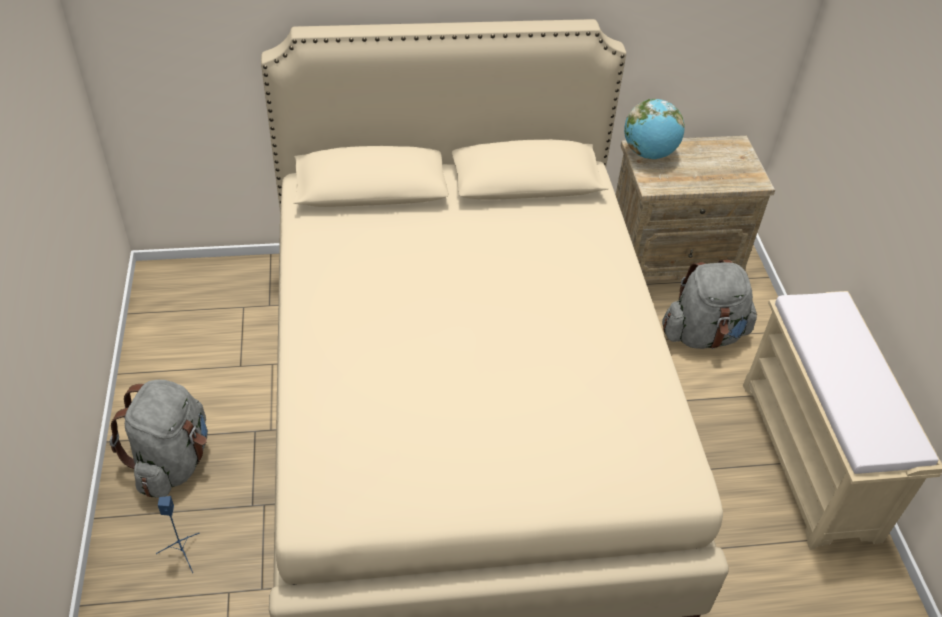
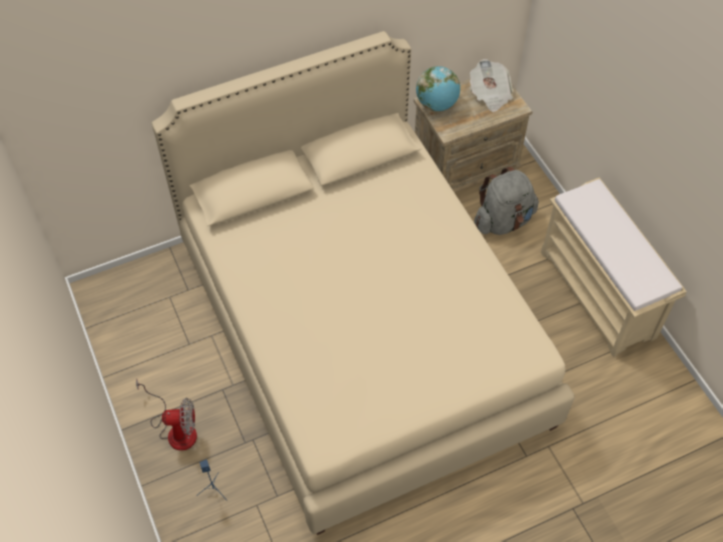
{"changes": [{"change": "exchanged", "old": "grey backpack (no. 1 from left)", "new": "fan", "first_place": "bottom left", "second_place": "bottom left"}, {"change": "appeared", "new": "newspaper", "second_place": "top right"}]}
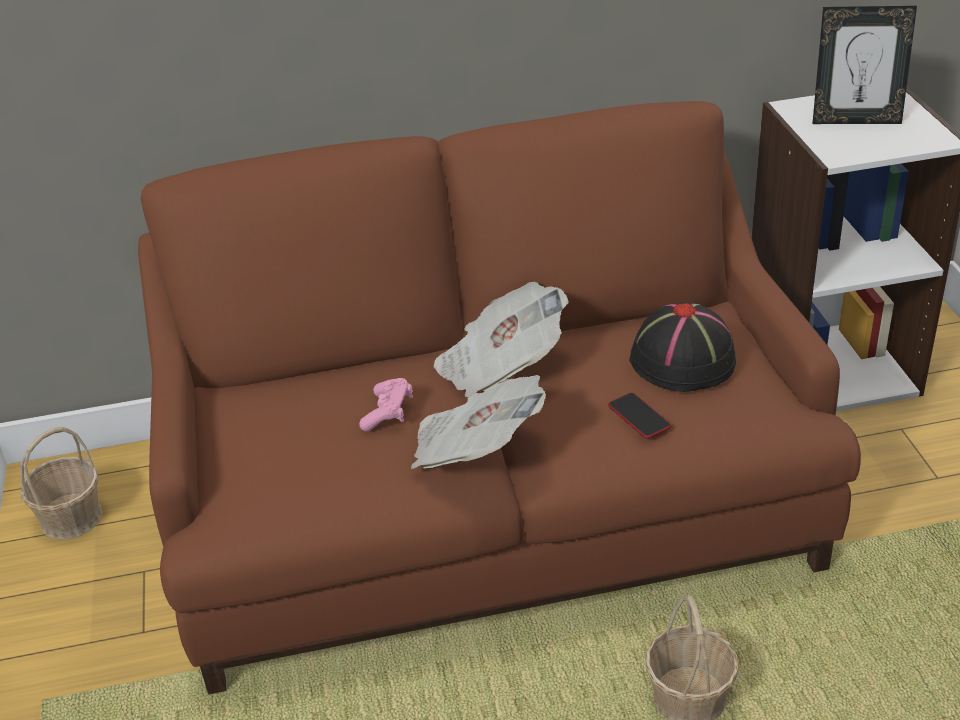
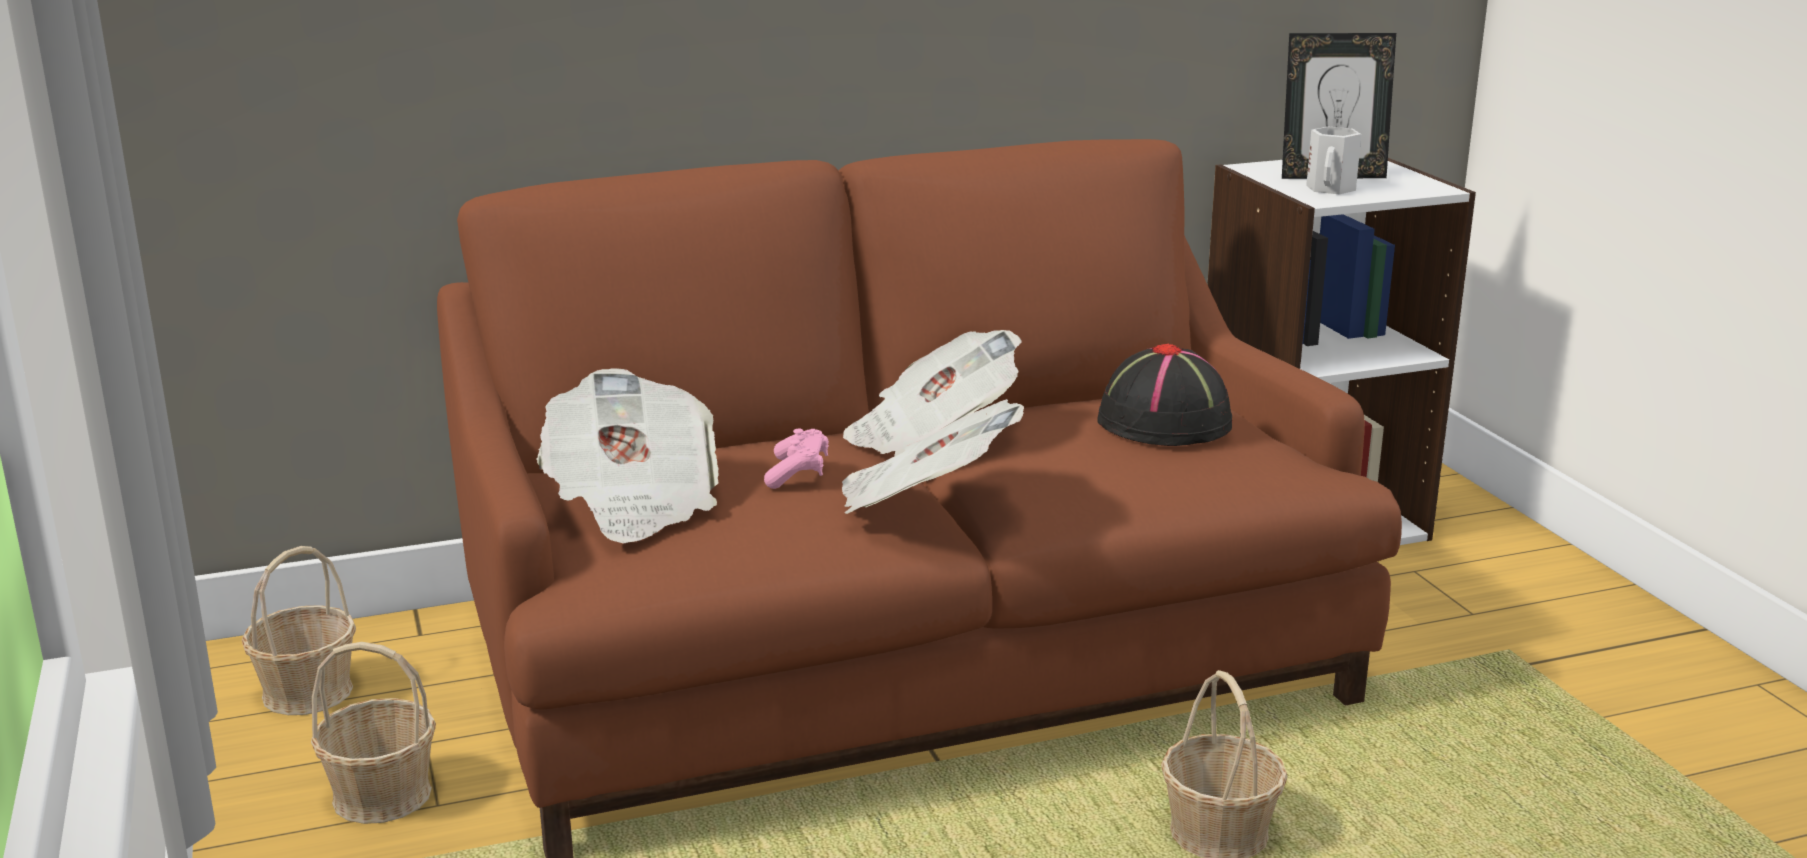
{"changes": [{"change": "missing", "old": "phone", "first_place": "centre"}, {"change": "appeared", "new": "basket (no. 2 from left)", "second_place": "bottom left"}, {"change": "appeared", "new": "newspaper (no. 1 from left)", "second_place": "centre"}, {"change": "appeared", "new": "white mug", "second_place": "top right"}]}
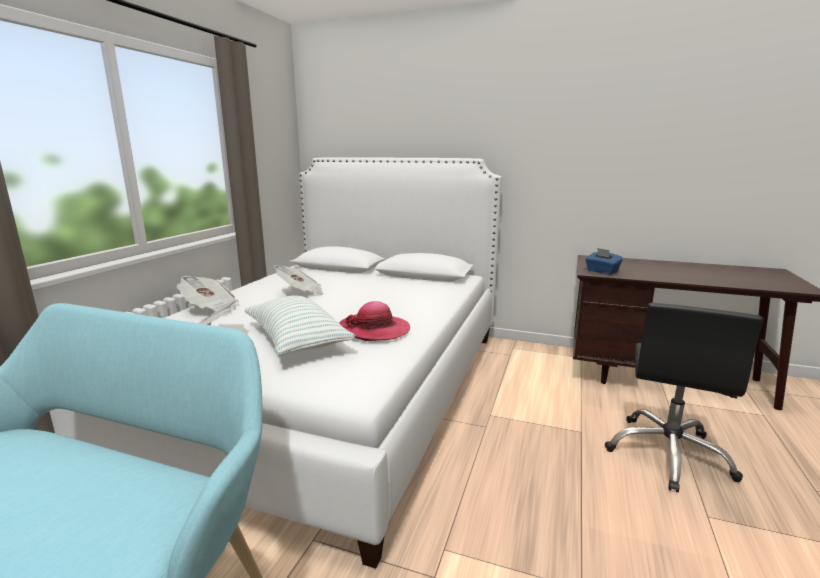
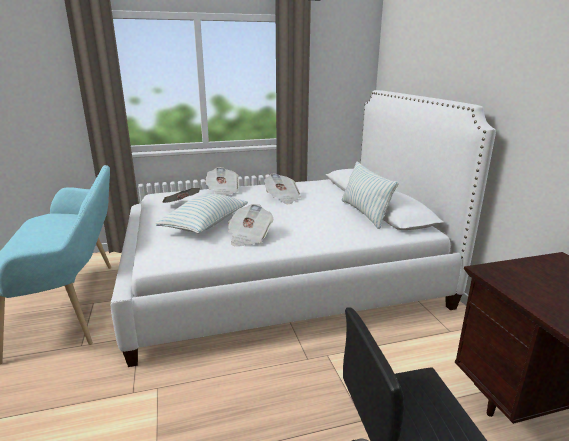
{"changes": [{"change": "exchanged", "old": "hat", "new": "newspaper (no. 3 from left)", "first_place": "centre", "second_place": "centre"}, {"change": "missing", "old": "blue tissue box", "first_place": "middle right"}, {"change": "appeared", "new": "pillow (no. 2 from left)", "second_place": "centre"}]}
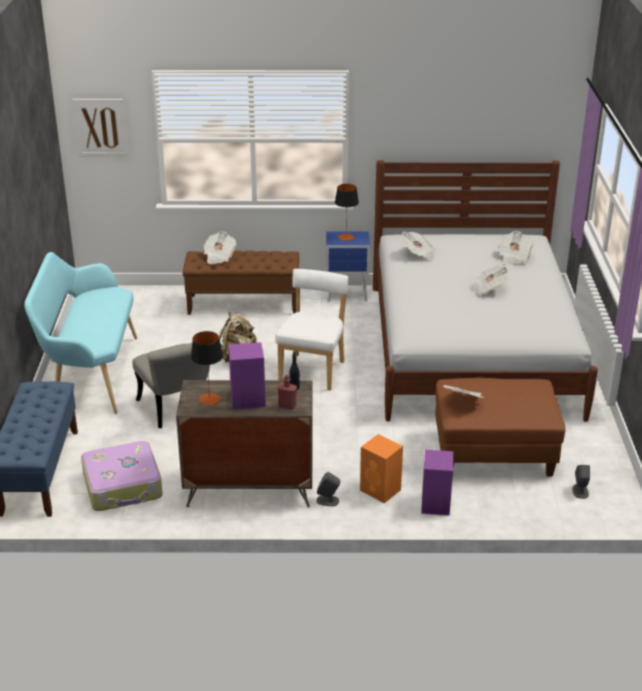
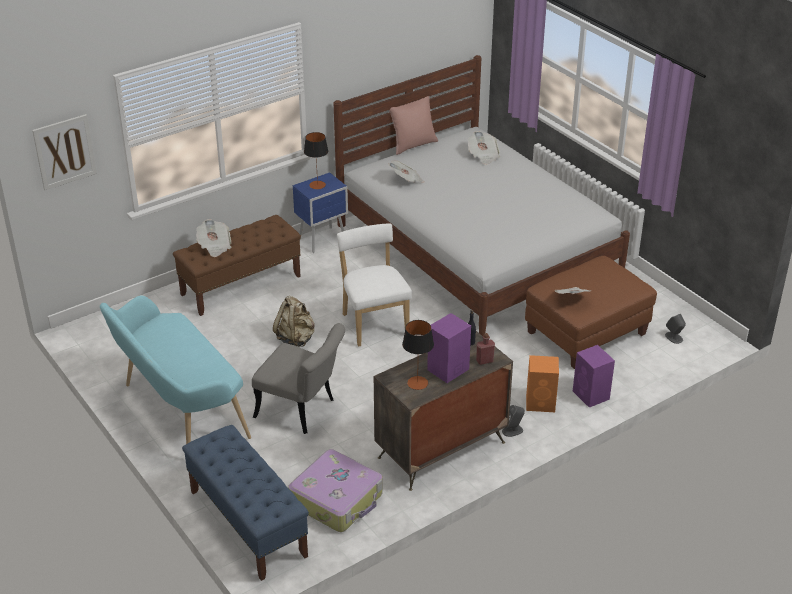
{"changes": [{"change": "missing", "old": "newspaper (no. 4 from left)", "first_place": "middle right"}, {"change": "appeared", "new": "pink pillow", "second_place": "top centre"}]}
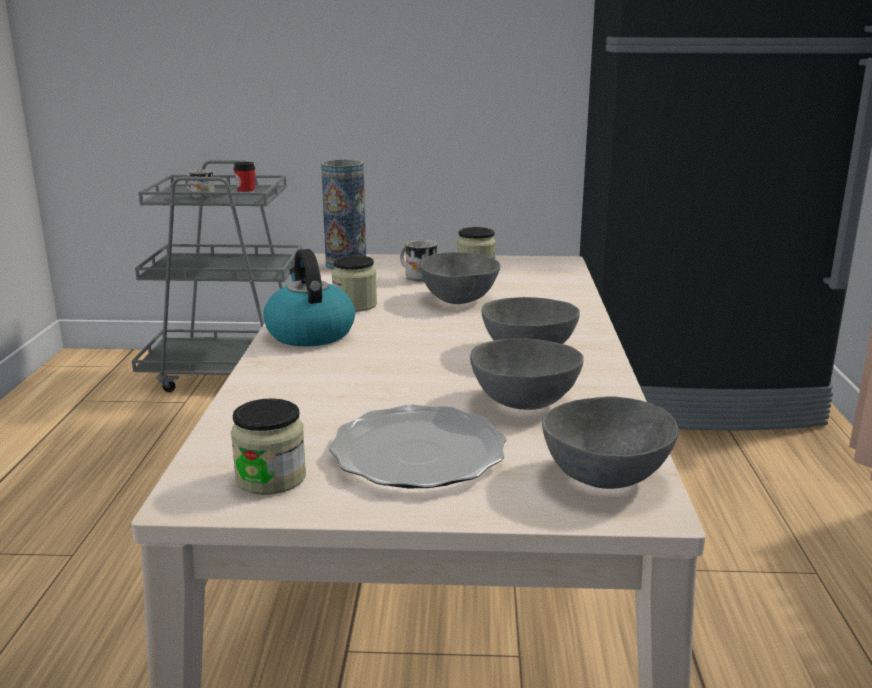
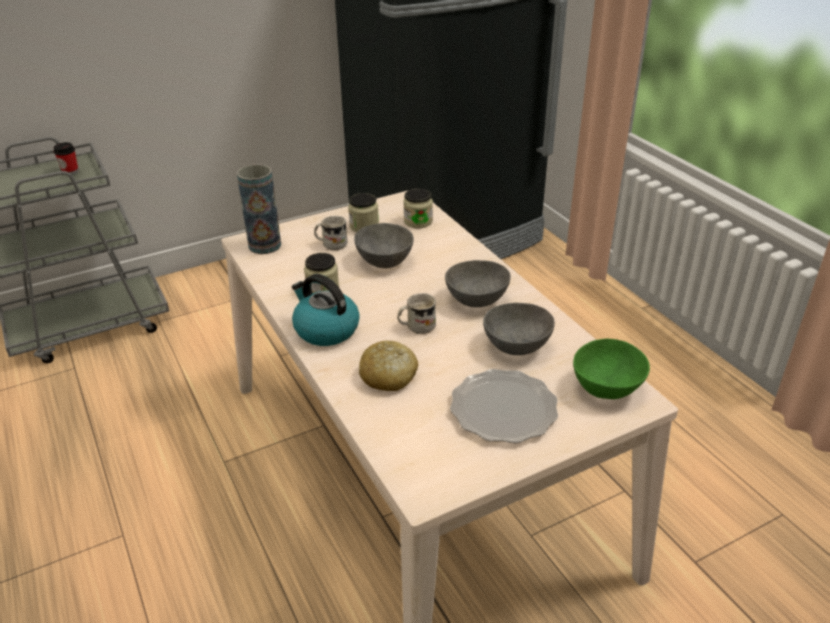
{"changes": [{"change": "relocated", "old": "white mug (no. 1 from left in the first image)", "new": "white mug (no. 2 from left)", "first_place": "top left", "second_place": "centre"}, {"change": "relocated", "old": "jar (no. 1 from left in the first image)", "new": "jar (no. 3 from left)", "first_place": "middle left", "second_place": "centre"}, {"change": "colour", "old": "grey bowl (no. 4 from left)", "new": "green bowl", "first_place": "middle right", "second_place": "middle right"}, {"change": "appeared", "new": "bread", "second_place": "centre"}]}
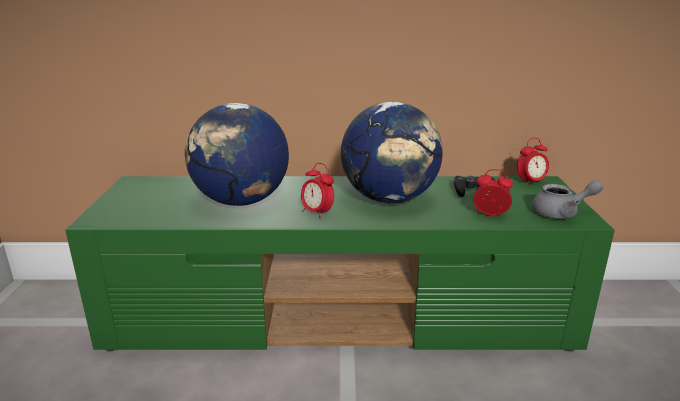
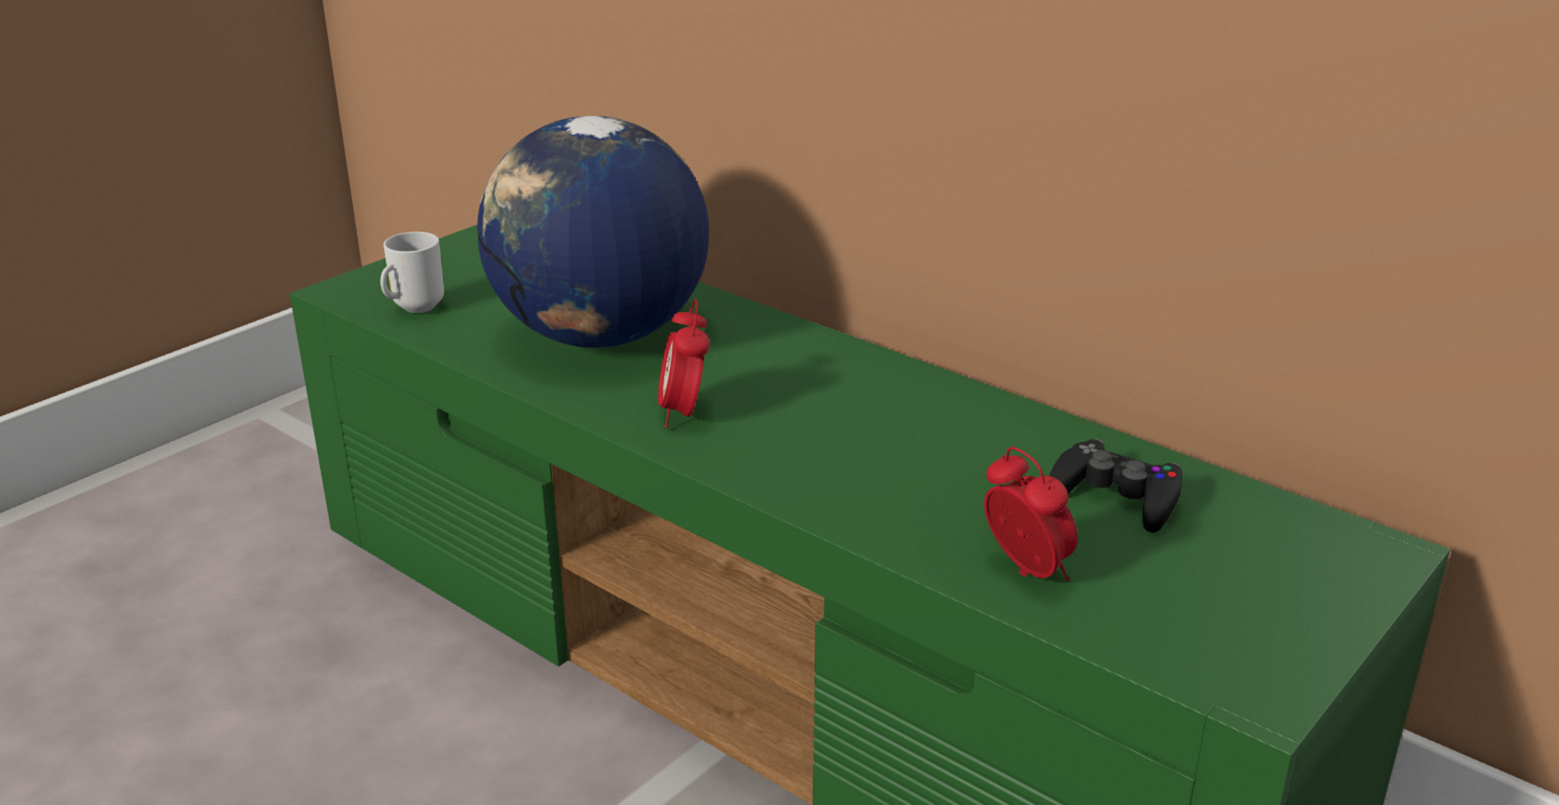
{"changes": [{"change": "missing", "old": "globe (no. 2 from left)", "first_place": "centre"}, {"change": "missing", "old": "alarm clock (no. 3 from left)", "first_place": "middle right"}, {"change": "missing", "old": "grey teapot", "first_place": "middle right"}, {"change": "appeared", "new": "mug", "second_place": "middle left"}]}
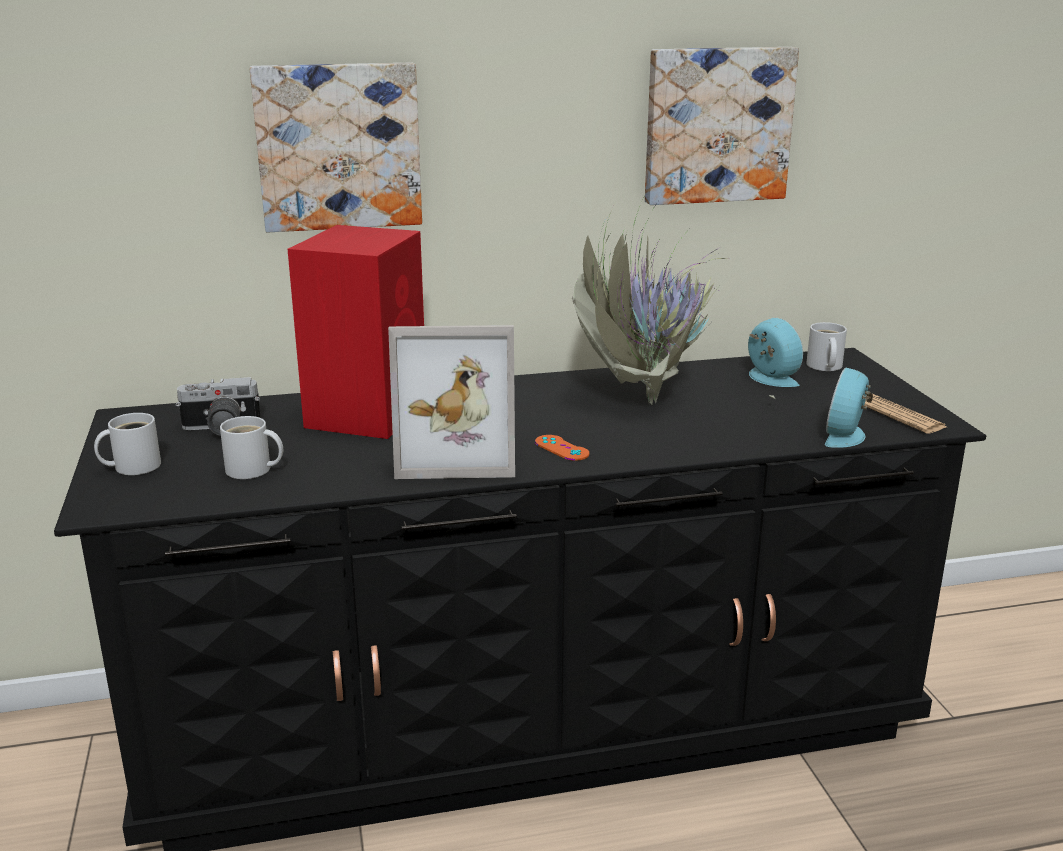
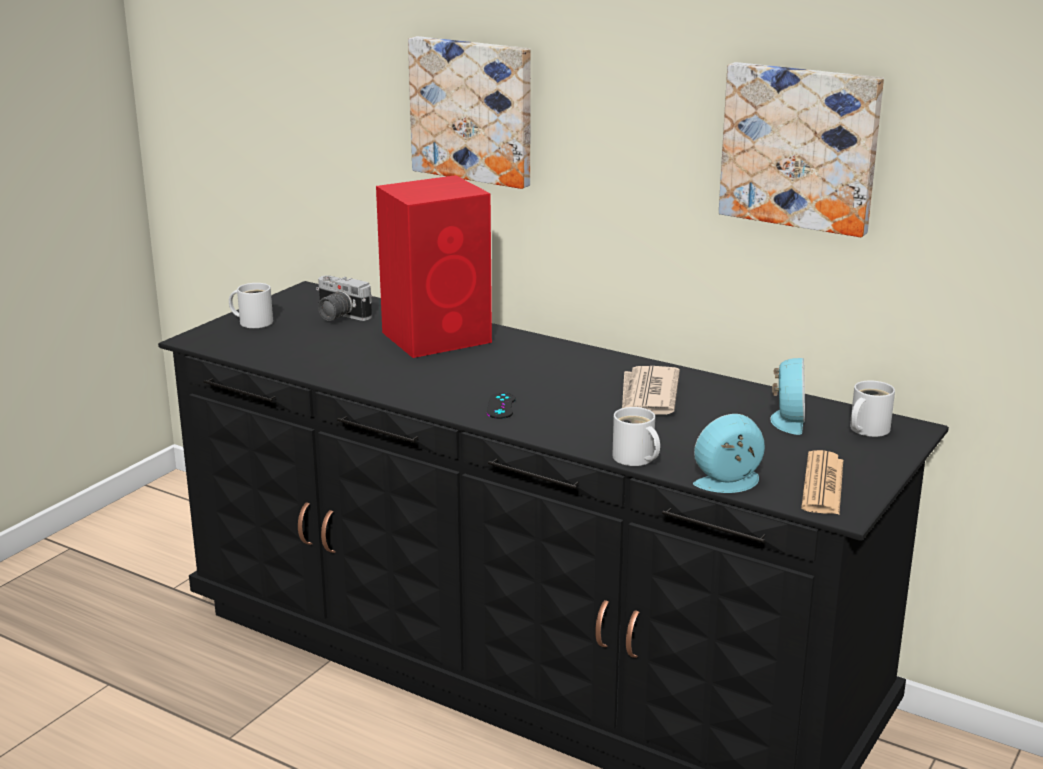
{"changes": [{"change": "relocated", "old": "white mug (no. 2 from left)", "first_place": "middle left", "second_place": "centre"}, {"change": "missing", "old": "picture frame", "first_place": "centre"}, {"change": "colour", "old": "orange game controller", "new": "black game controller", "first_place": "centre", "second_place": "centre"}, {"change": "exchanged", "old": "potted plant", "new": "newspaper (no. 1 from left)", "first_place": "centre", "second_place": "centre"}]}
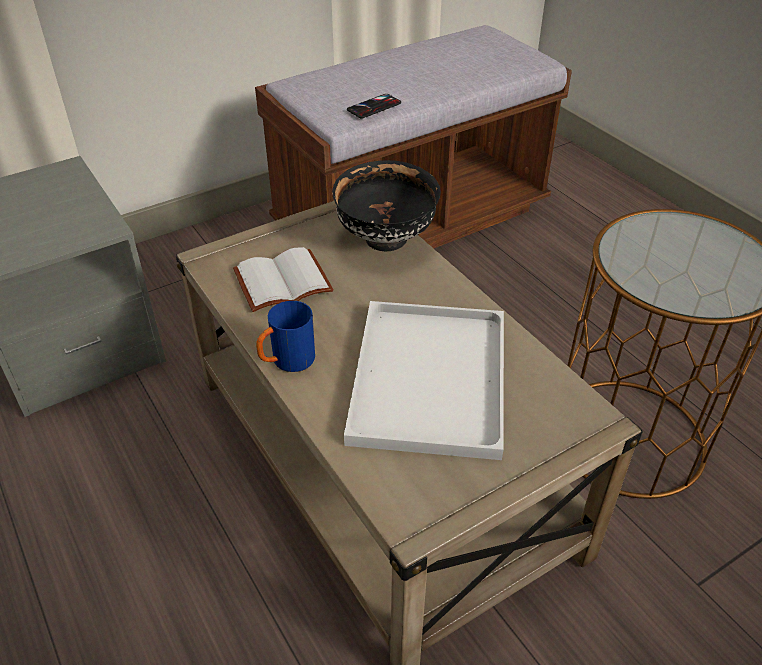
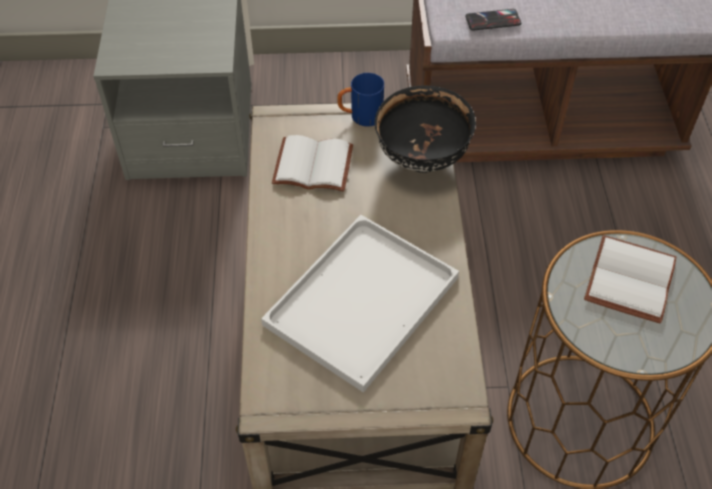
{"changes": [{"change": "relocated", "old": "blue mug", "first_place": "centre", "second_place": "top centre"}, {"change": "appeared", "new": "white book (no. 2 from left)", "second_place": "middle right"}]}
